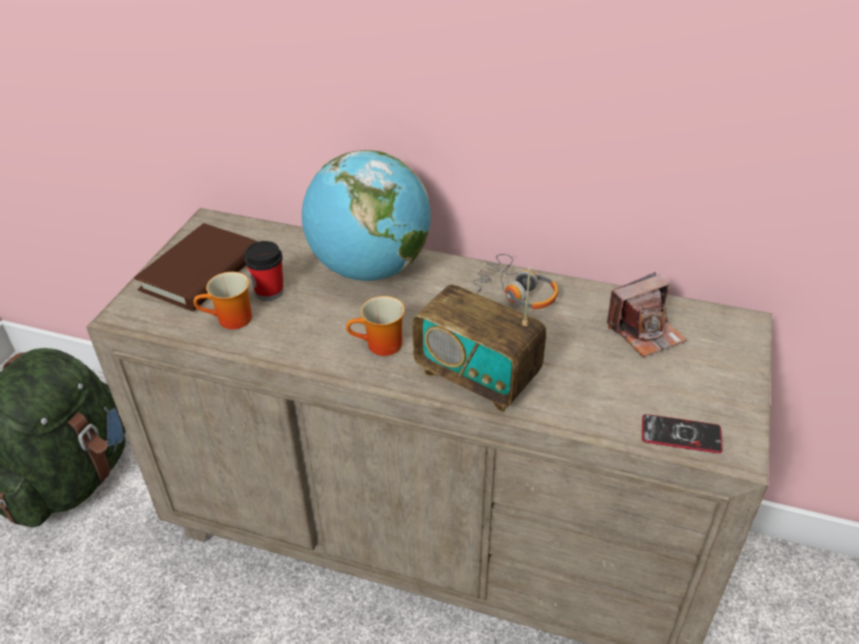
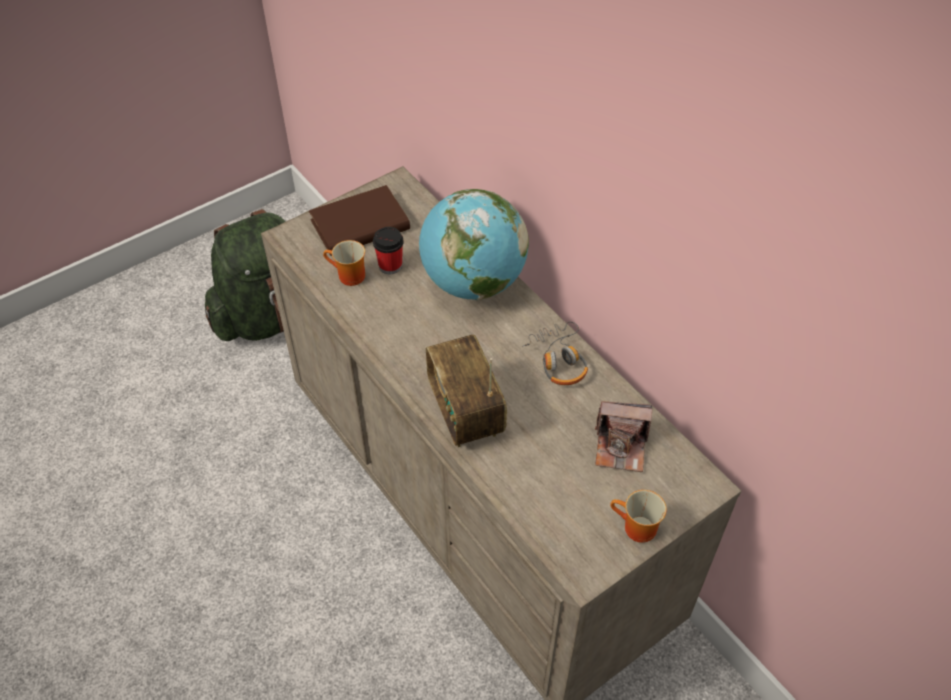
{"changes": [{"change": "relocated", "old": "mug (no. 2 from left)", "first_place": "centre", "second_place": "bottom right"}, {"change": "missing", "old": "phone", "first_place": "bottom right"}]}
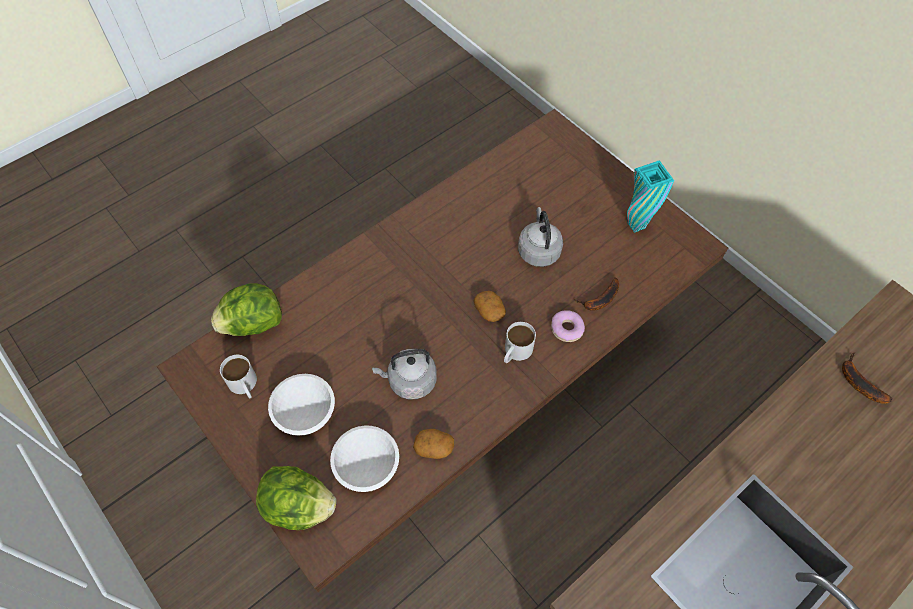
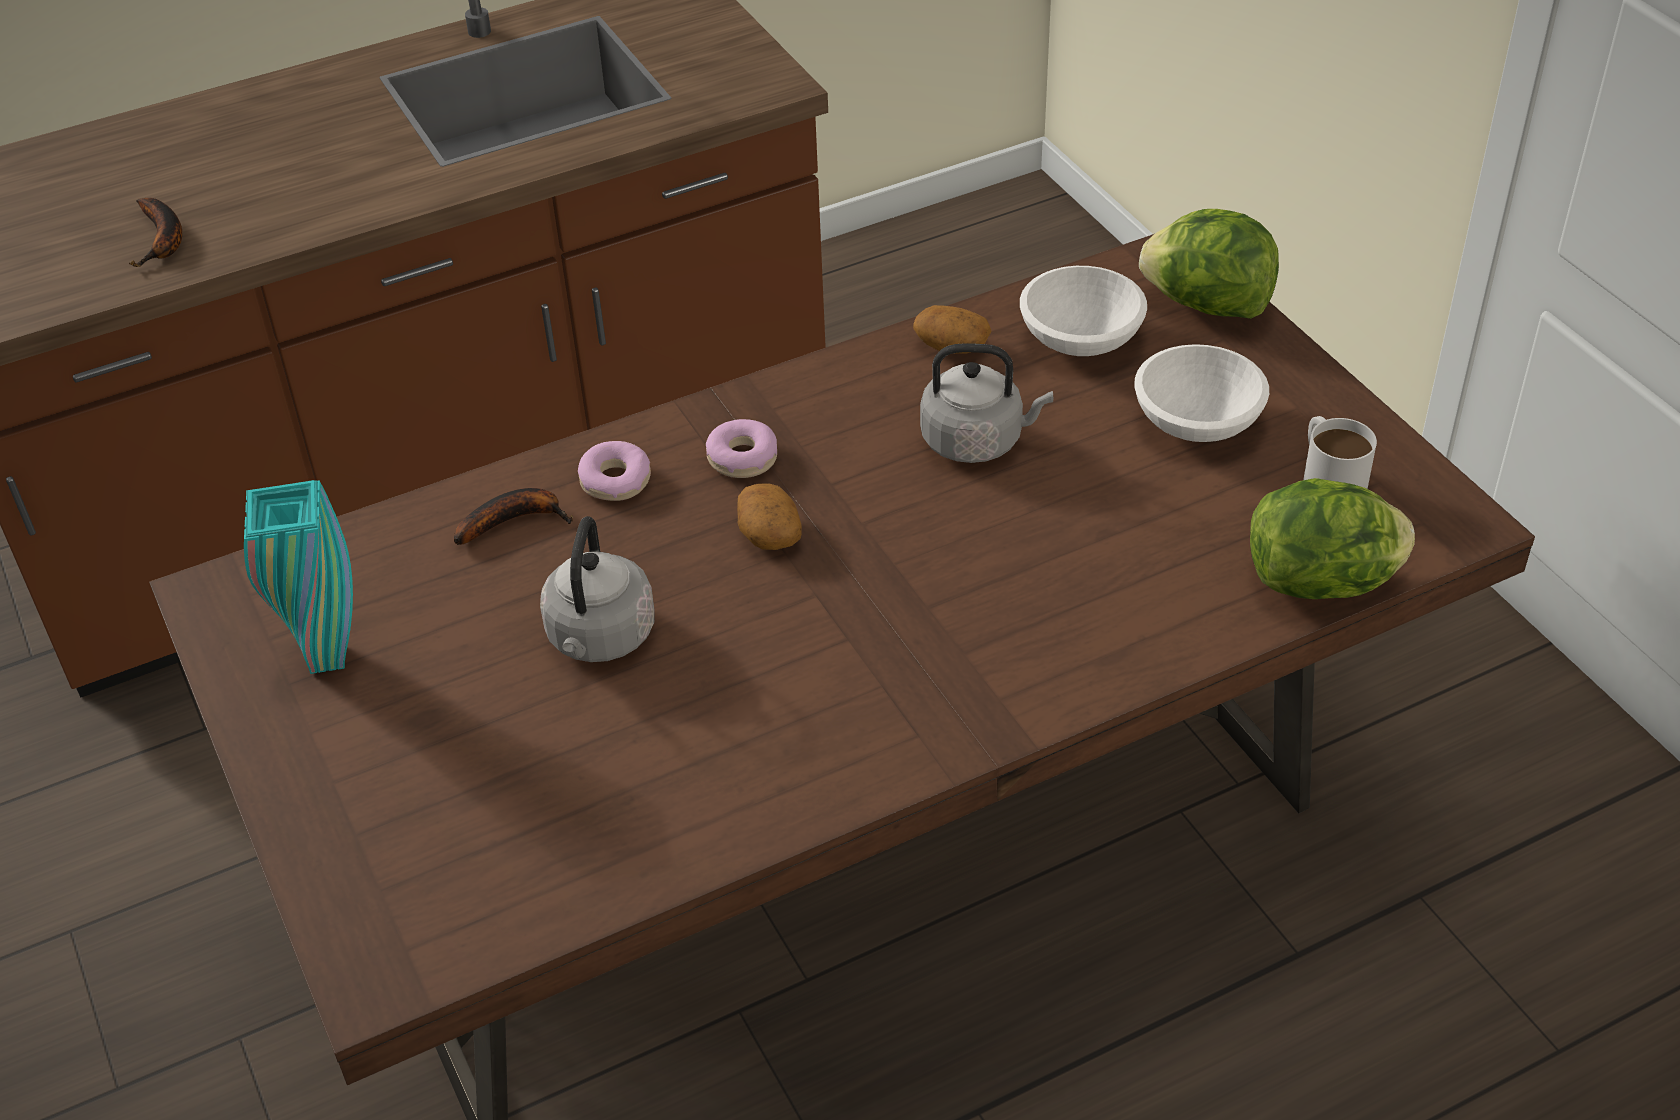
{"changes": [{"change": "exchanged", "old": "white mug (no. 2 from left)", "new": "donut (no. 2 from left)", "first_place": "centre", "second_place": "centre"}]}
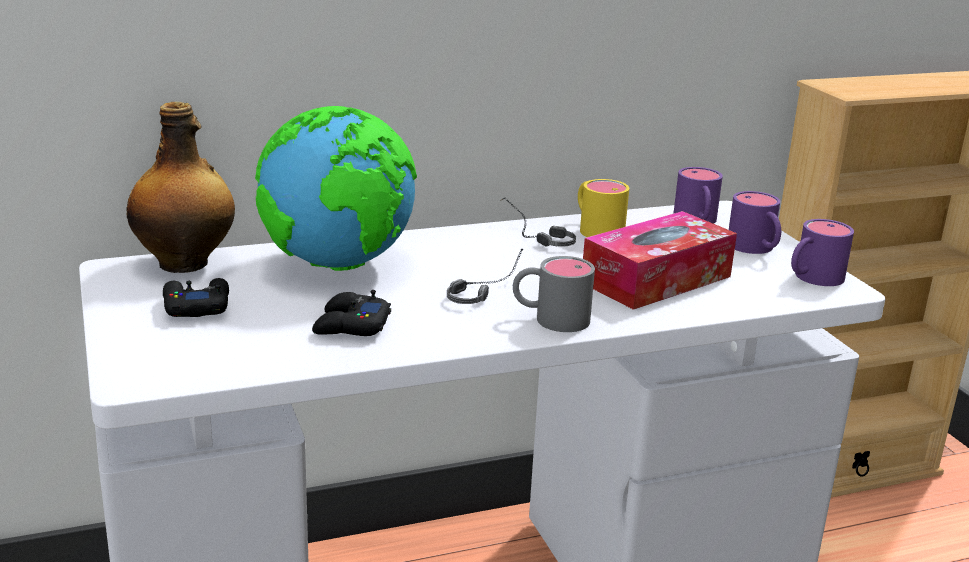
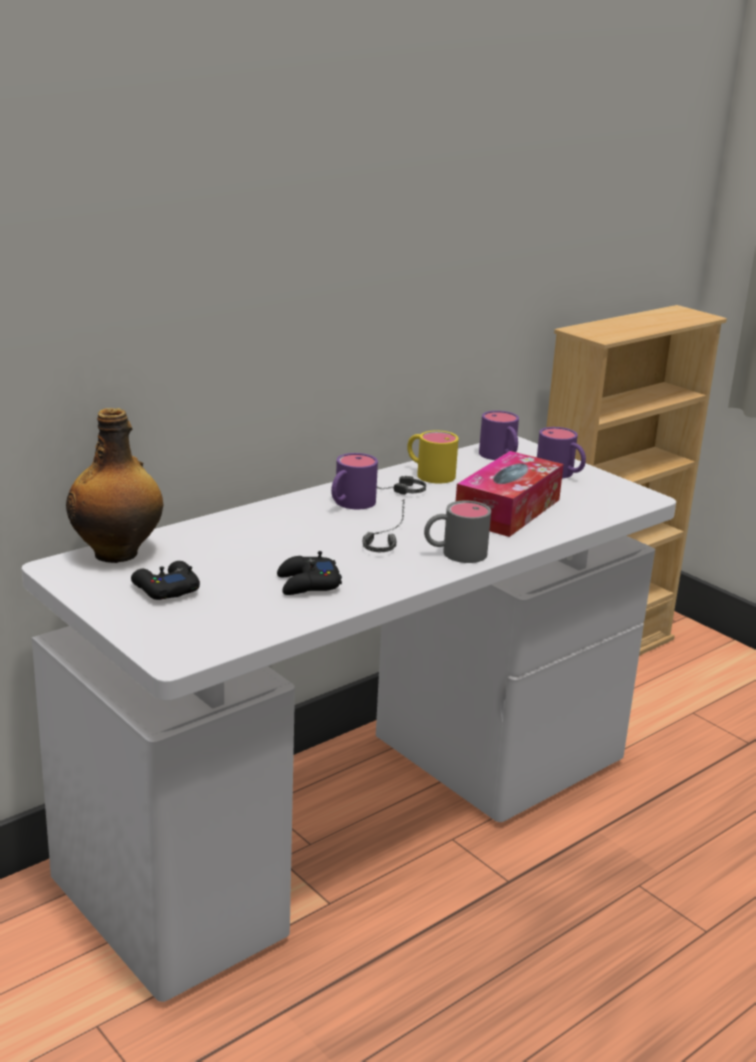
{"changes": [{"change": "missing", "old": "globe", "first_place": "centre"}, {"change": "relocated", "old": "purple mug (no. 3 from left in the first image)", "new": "purple mug (no. 1 from left)", "first_place": "middle right", "second_place": "centre"}]}
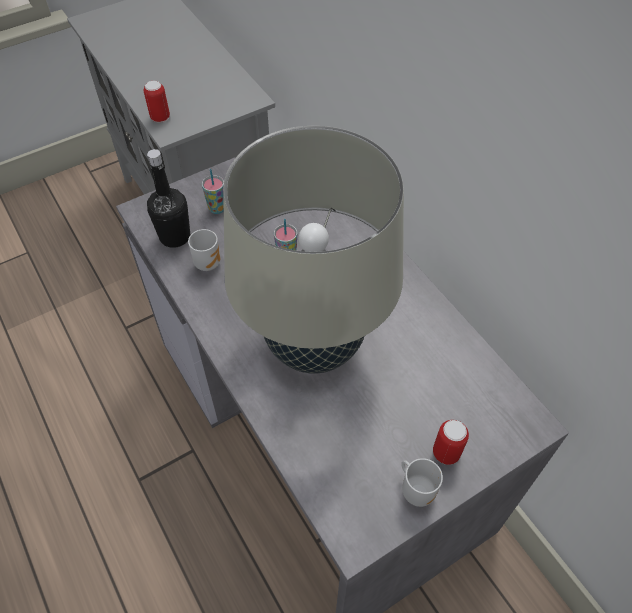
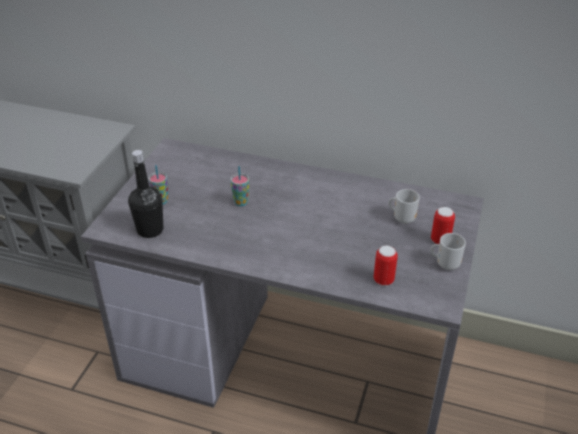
{"changes": [{"change": "relocated", "old": "can (no. 1 from left)", "first_place": "top left", "second_place": "middle right"}, {"change": "relocated", "old": "mug (no. 1 from left)", "first_place": "middle left", "second_place": "middle right"}, {"change": "missing", "old": "beige table lamp", "first_place": "centre"}]}
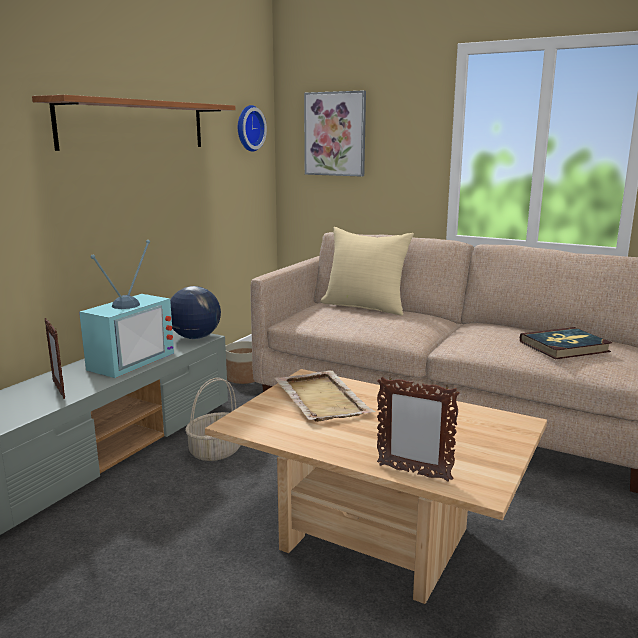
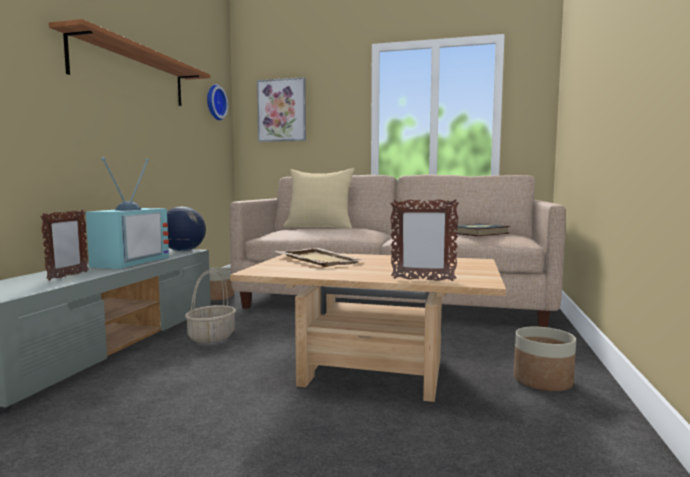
{"changes": [{"change": "spun", "old": "picture frame (no. 1 from left)", "first_place": "middle left", "second_place": "middle left", "degrees": -120}, {"change": "appeared", "new": "planter (no. 2 from left)", "second_place": "bottom right"}]}
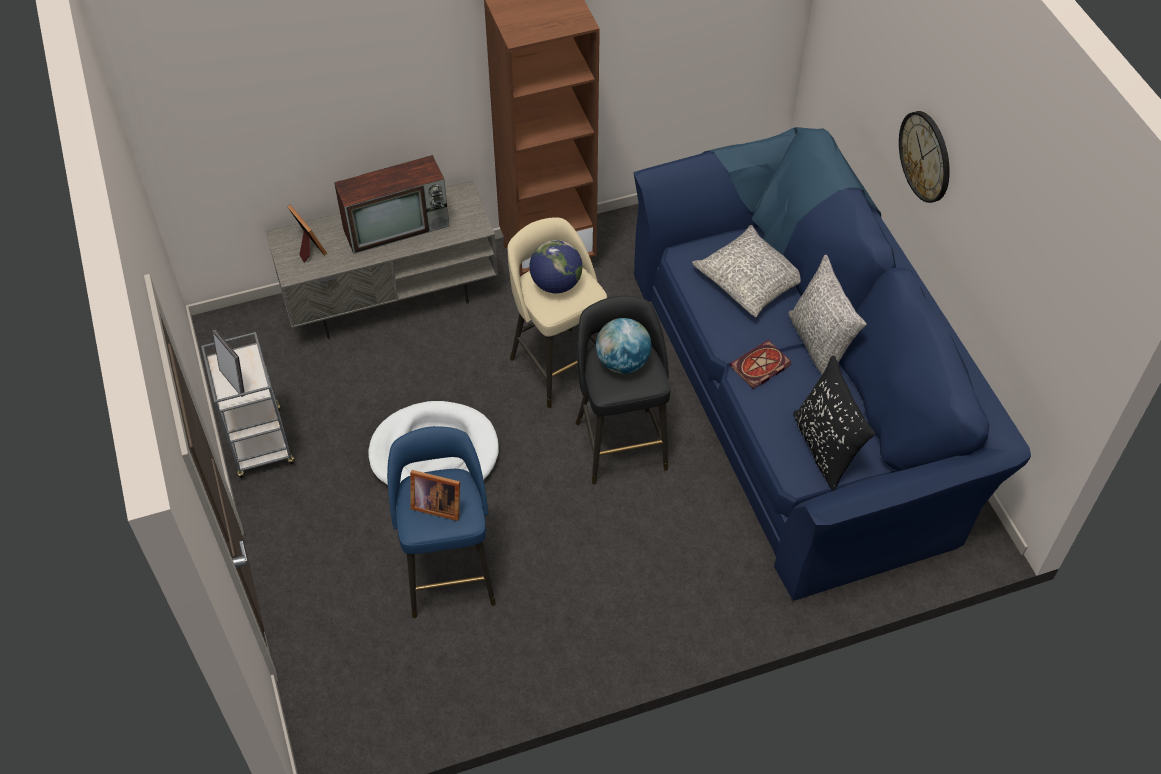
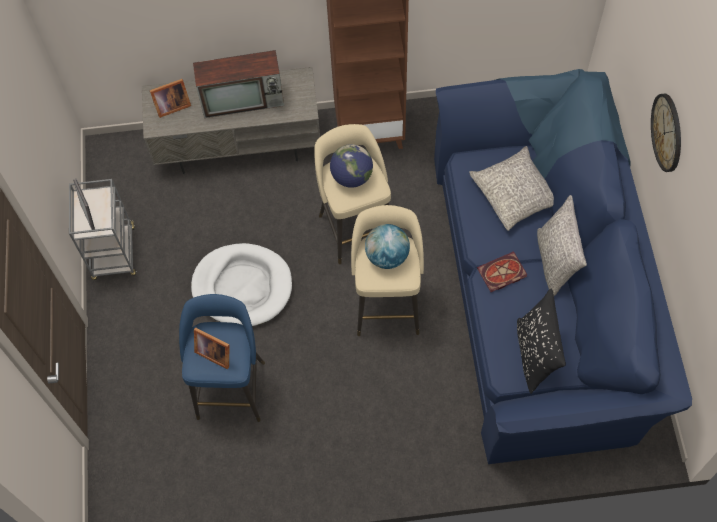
{"changes": [{"change": "spun", "old": "picture frame (no. 2 from left)", "first_place": "top left", "second_place": "top left", "degrees": 90}, {"change": "colour", "old": "black stool", "new": "beige stool (no. 2 from left)", "first_place": "centre", "second_place": "centre"}]}
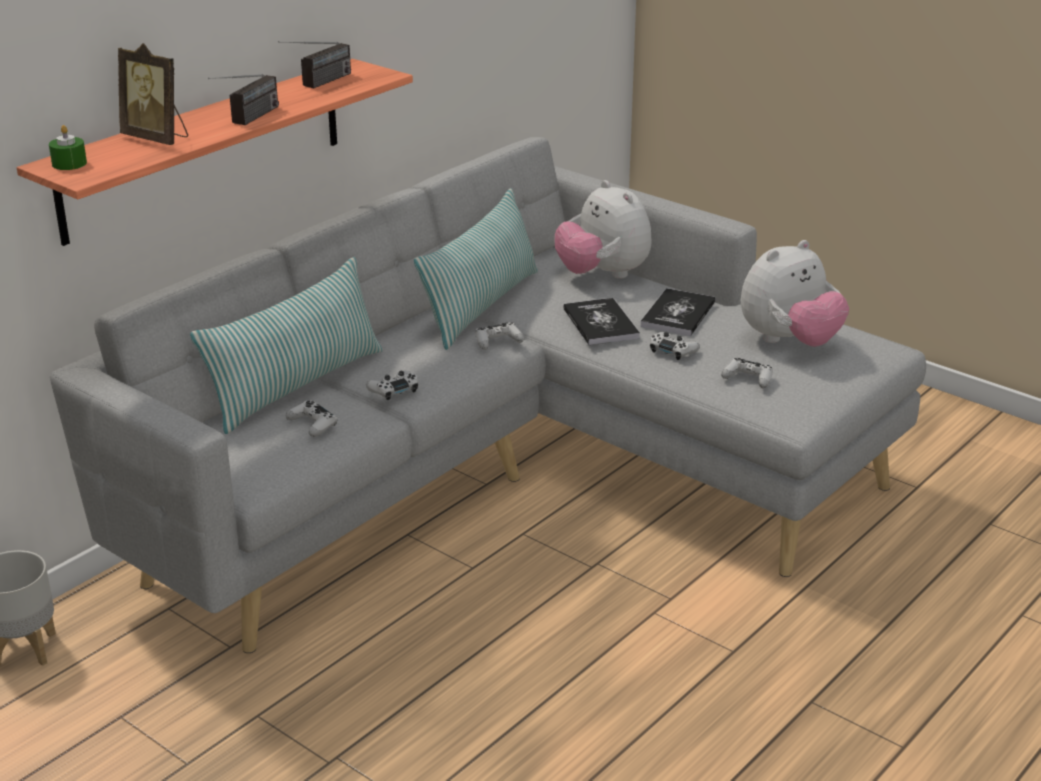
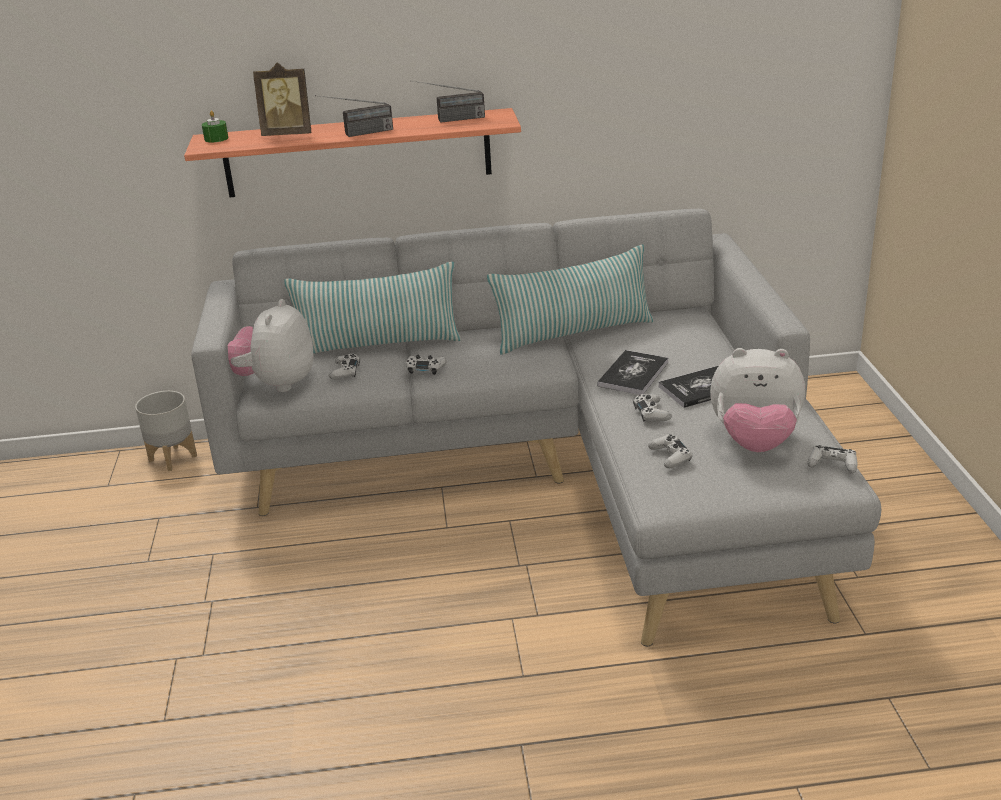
{"changes": [{"change": "spun", "old": "picture frame", "first_place": "top left", "second_place": "top left", "degrees": -75}, {"change": "relocated", "old": "white game controller (no. 3 from left in the first image)", "new": "white game controller (no. 5 from left)", "first_place": "centre", "second_place": "middle right"}, {"change": "relocated", "old": "plush toy (no. 1 from left)", "first_place": "top centre", "second_place": "middle left"}]}
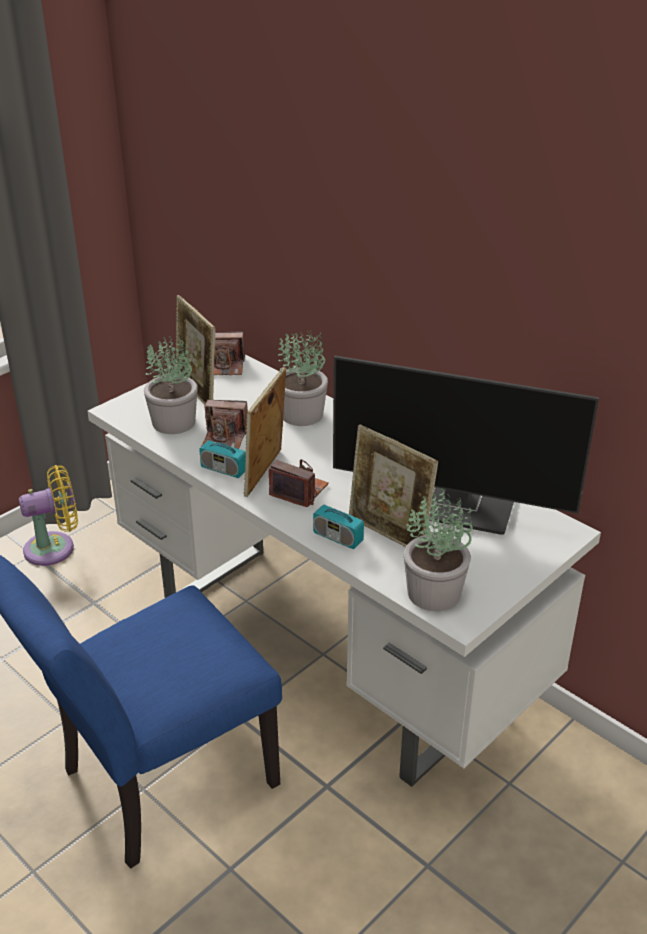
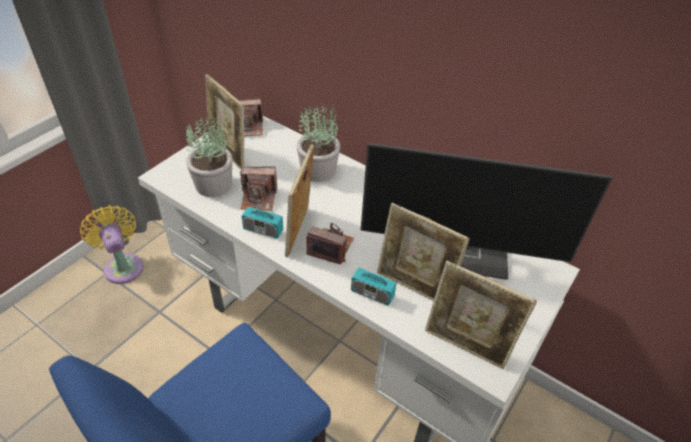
{"changes": [{"change": "spun", "old": "yellow fan", "first_place": "middle left", "second_place": "middle left", "degrees": -90}, {"change": "exchanged", "old": "potted plant (no. 3 from left)", "new": "picture frame (no. 4 from left)", "first_place": "middle right", "second_place": "bottom right"}]}
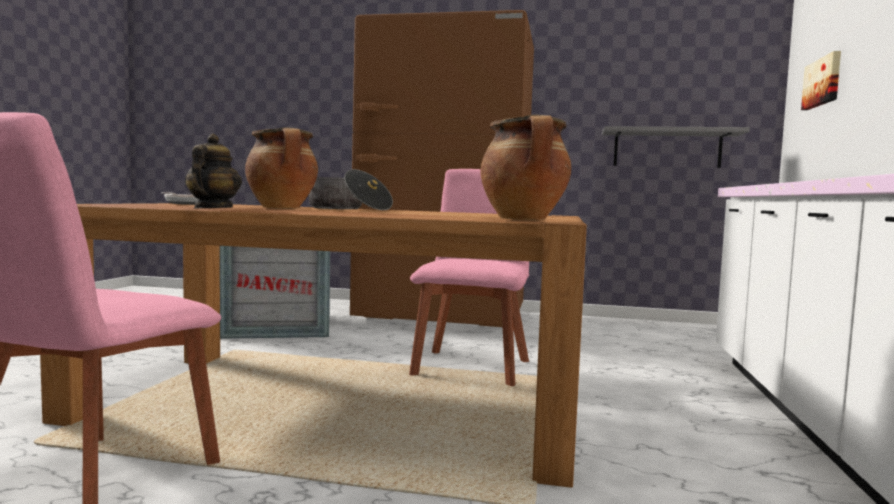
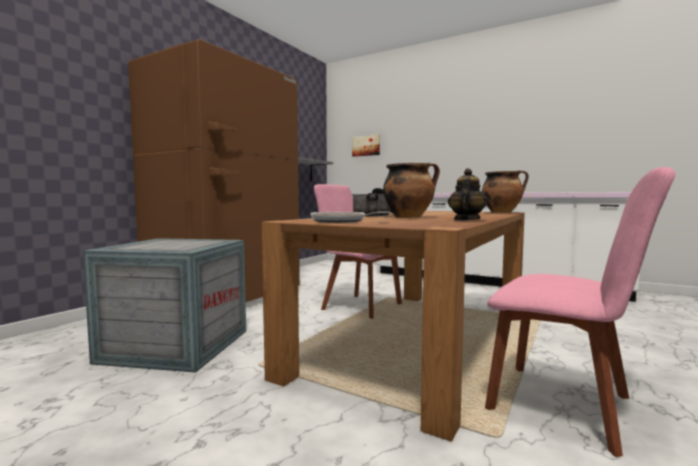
{"changes": [{"change": "spun", "old": "teapot", "first_place": "middle left", "second_place": "middle right", "degrees": 90}]}
